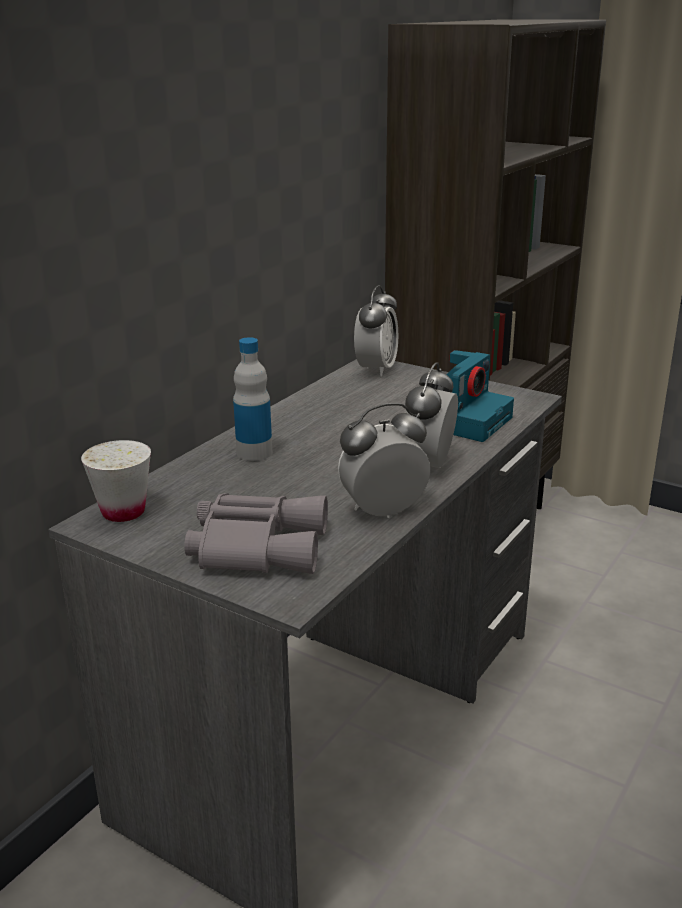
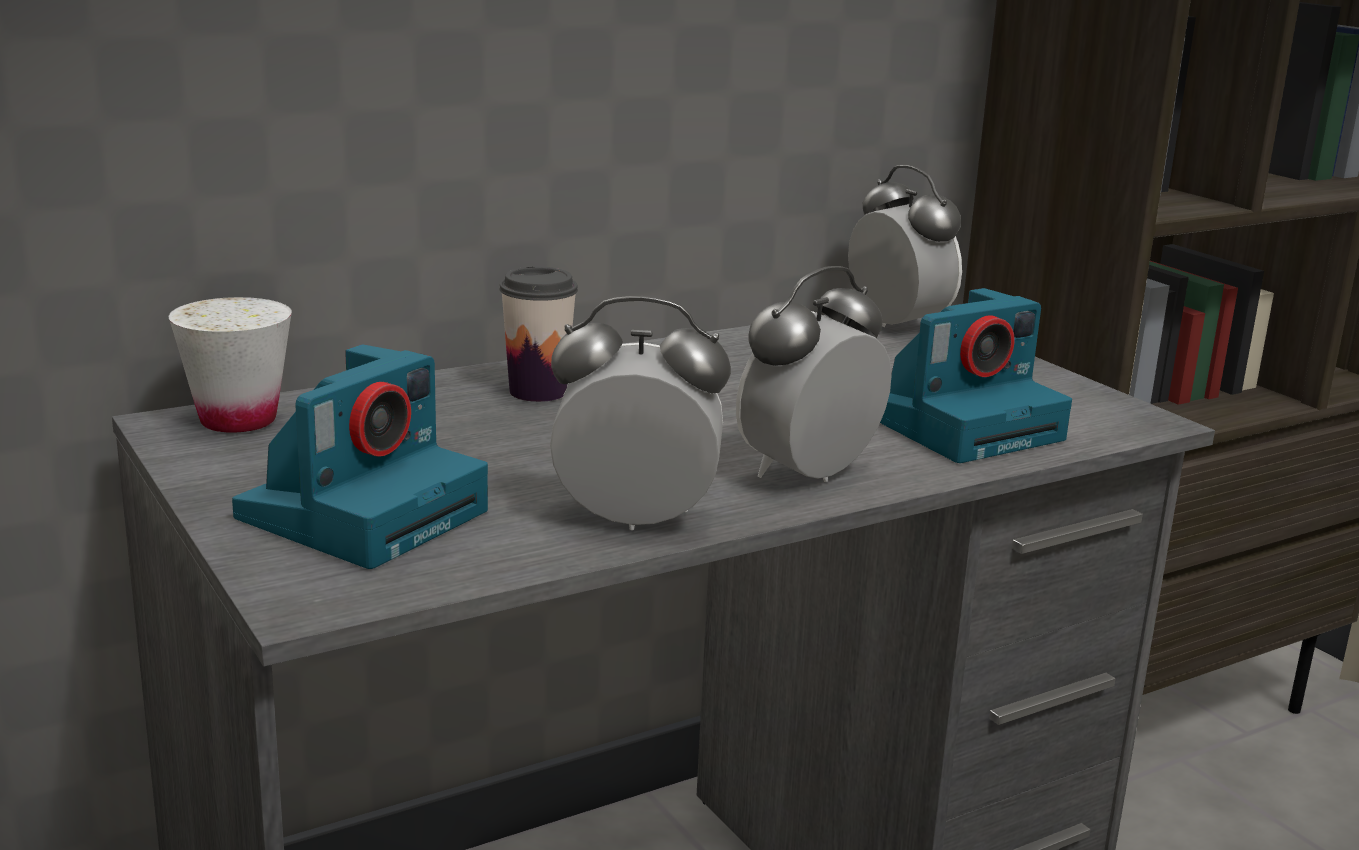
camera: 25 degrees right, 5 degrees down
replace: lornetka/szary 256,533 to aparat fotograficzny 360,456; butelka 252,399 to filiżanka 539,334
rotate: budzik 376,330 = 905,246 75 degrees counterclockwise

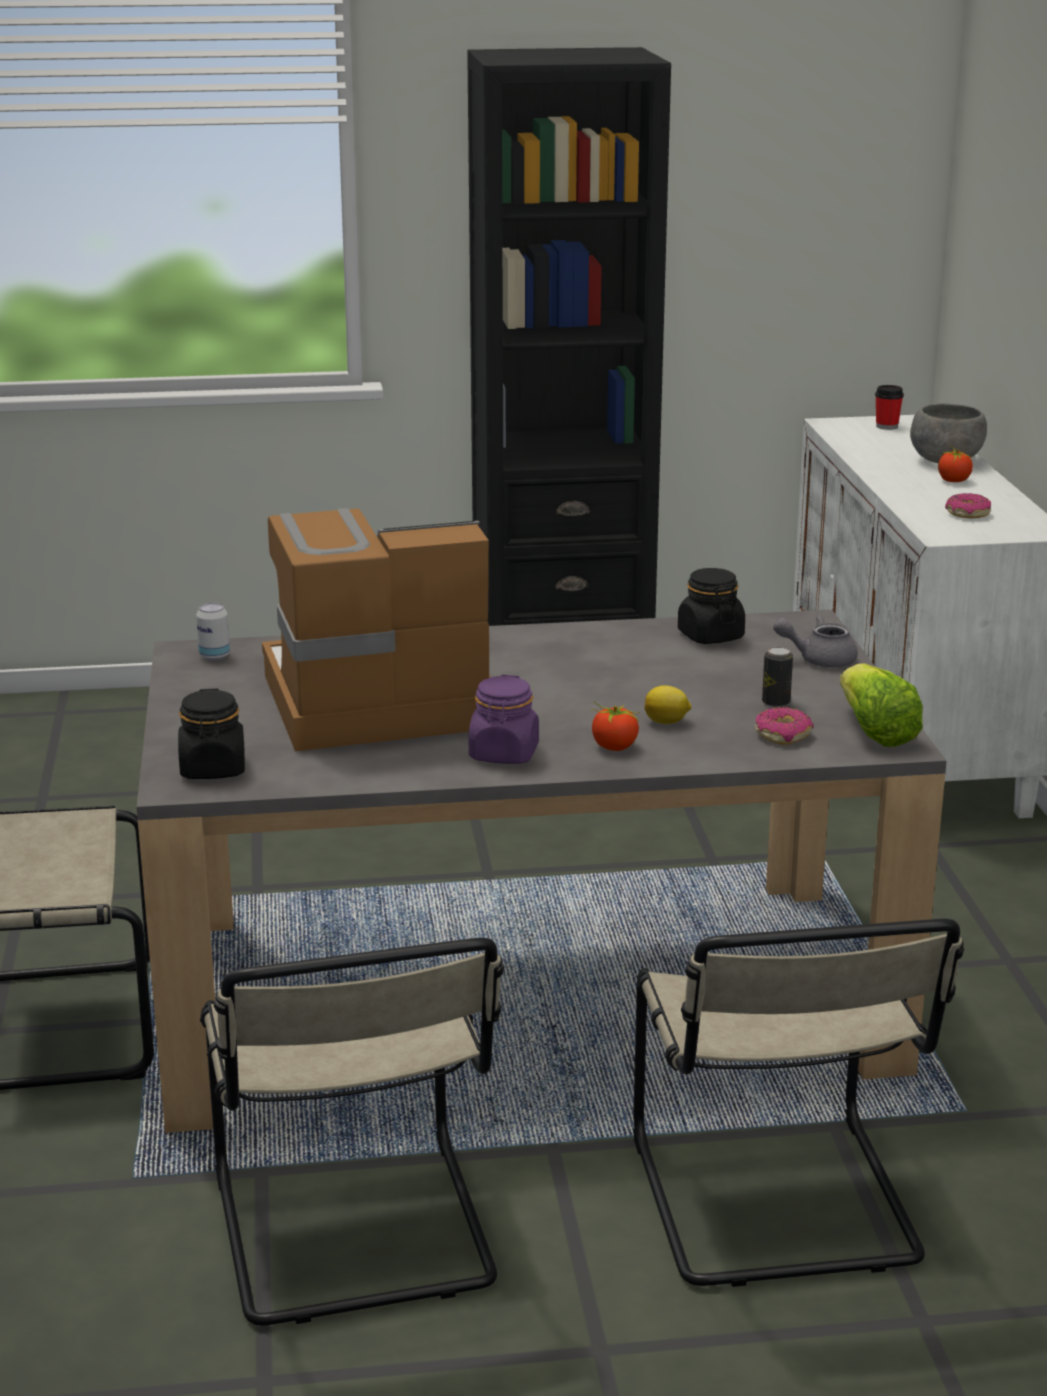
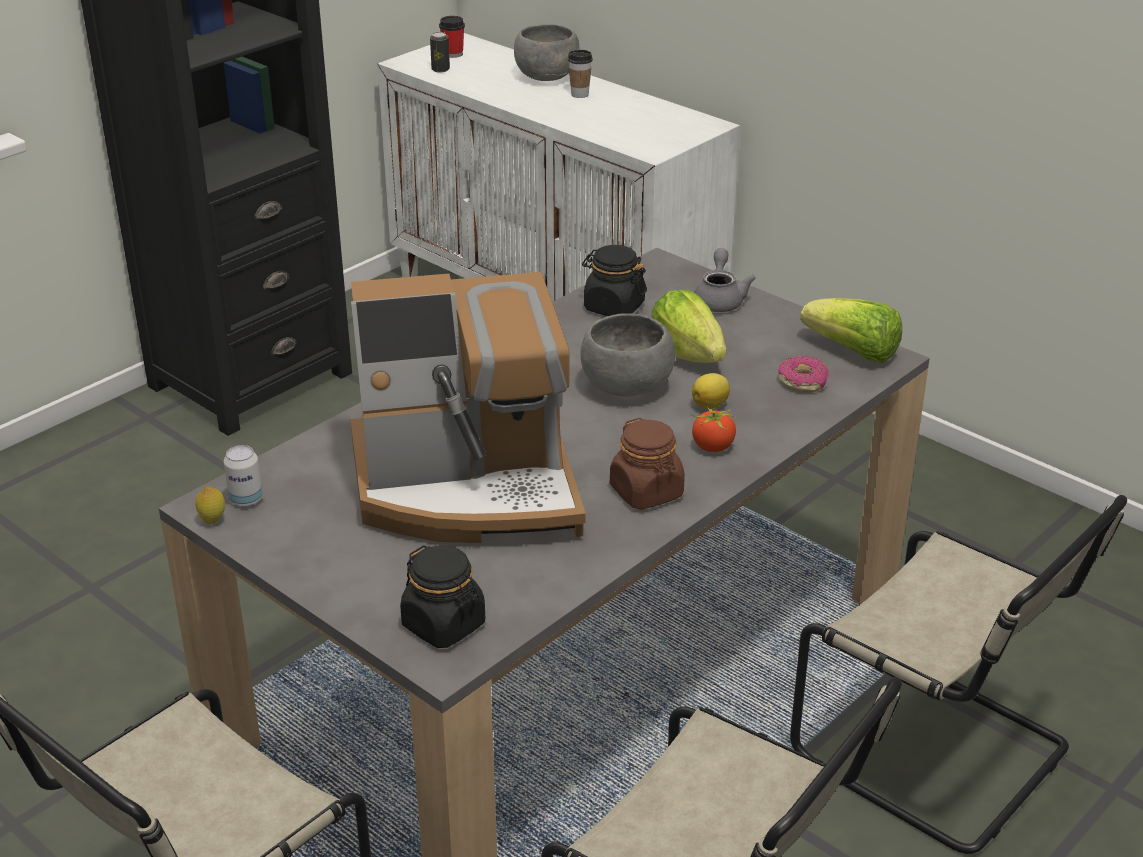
camera: 40 degrees left, 10 degrees up
delete: donut 968,505
insert: cytryna 210,505; miska/szary 628,354; sałata 688,326
move: puszka 777,677 to 440,52
replace: pomidor 955,464 to filiżanka 580,74
recolor: słoik/fioletowy 504,719 to słoik/brązowy 647,464
rotate: ekspres do kawy 376,629 = 467,407 135 degrees counterclockwise; imbryk/szary 815,641 = 725,280 135 degrees clockwise

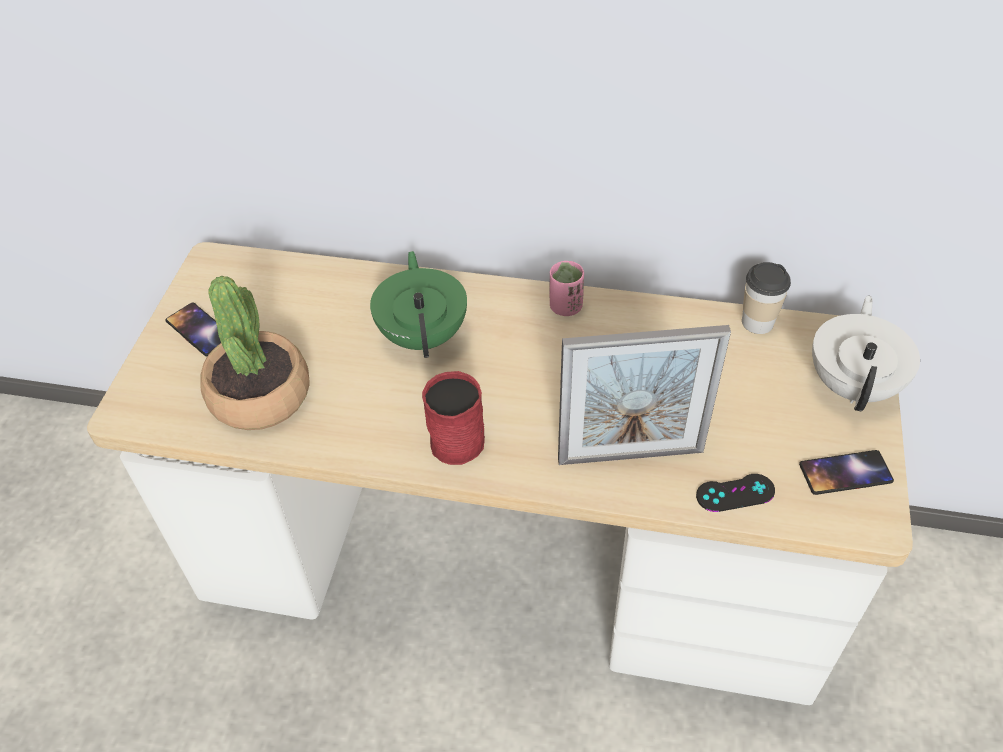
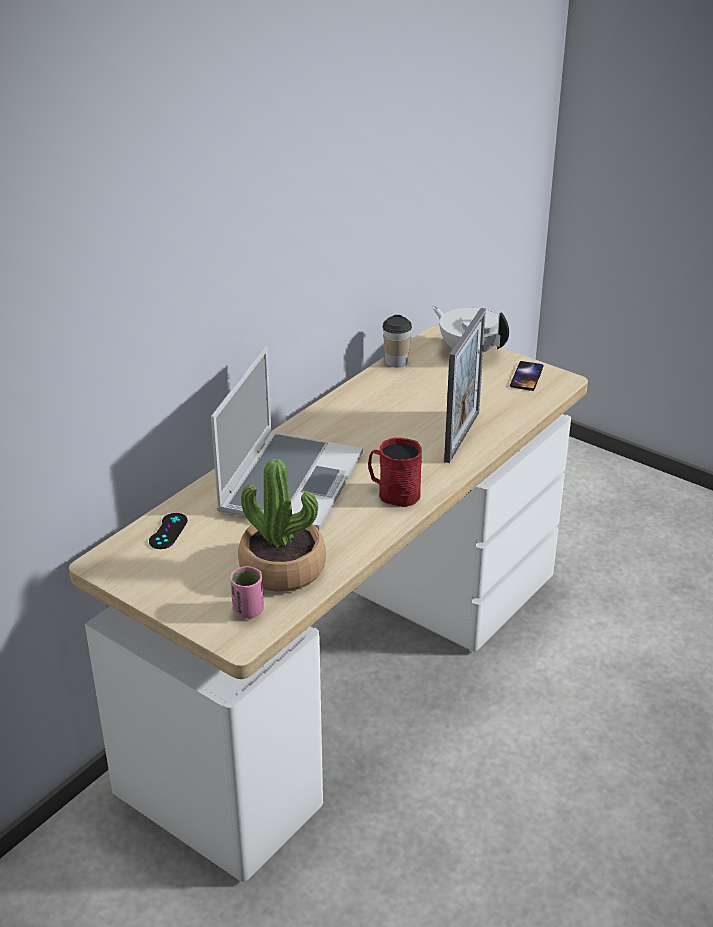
camera: 65 degrees left, 15 degrees down
delete: telefon 193,329
move: pad do gier/czarny 735,493 to 168,531; filiżanka/różowy 566,288 to 247,592
replace: imbryk/zielony 418,304 to laptop 287,438

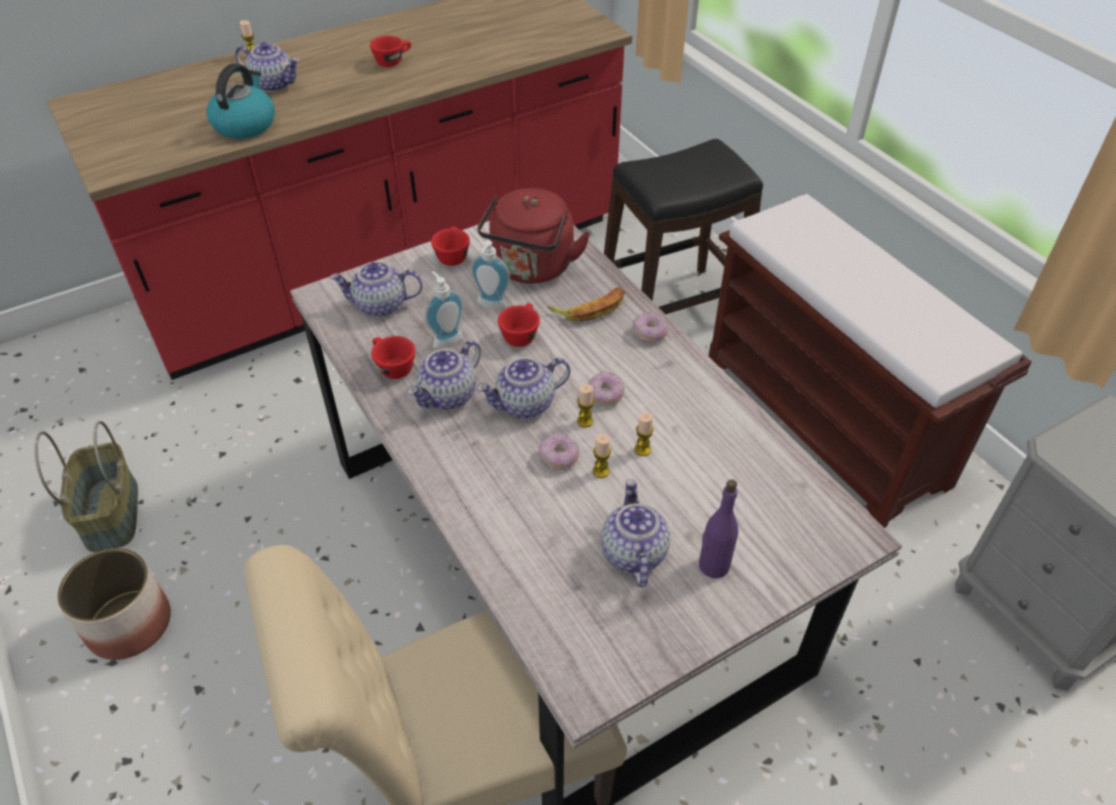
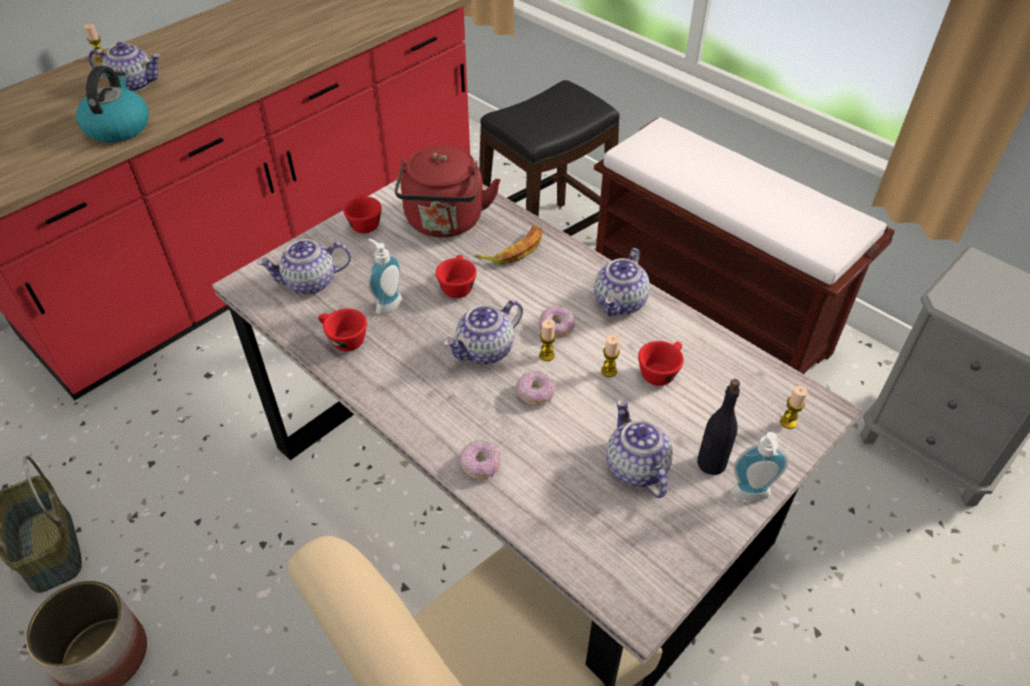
camera: 15 degrees left, 0 degrees up
move: donut 651,327 to 480,460; imbryk 444,374 to 622,282; filiżanka/czerwony 390,51 to 661,363; dozownik mydła 490,274 to 759,466; świeca 602,456 to 794,407
recolor: butelka/fioletowy 718,528 to butelka/czarny 718,427

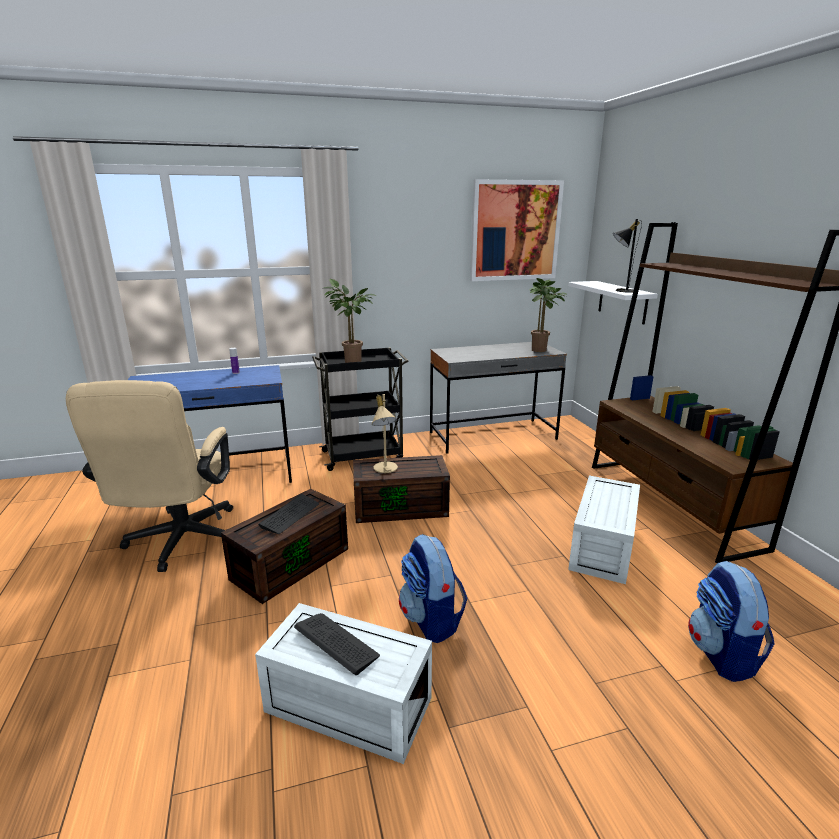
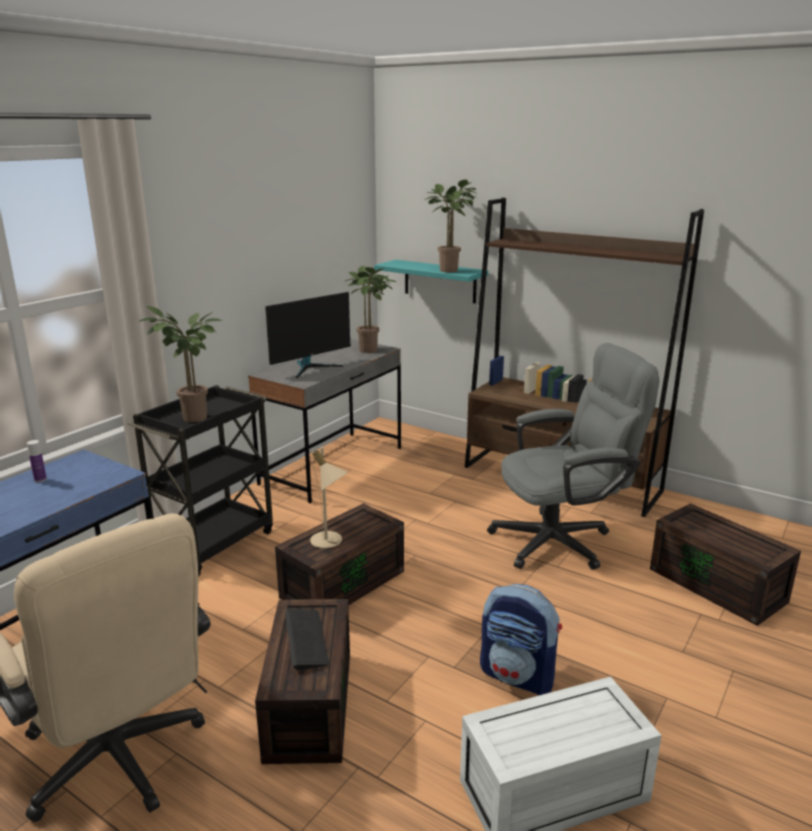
camera: 40 degrees left, 0 degrees up
delete: klawiatura 337,644; obraz 517,230
insert: monitor 308,335
replace: lampa stołowa/czarny 627,256 to roślina doniczkowa 451,226; pojemnik do przechowywania/biały 604,529 to krzesło biurowe/szary 573,456; plecak 731,621 to pojemnik do przechowywania/brązowy 725,564
recolor: półka/biały 613,303 to półka/turkusowy 431,281

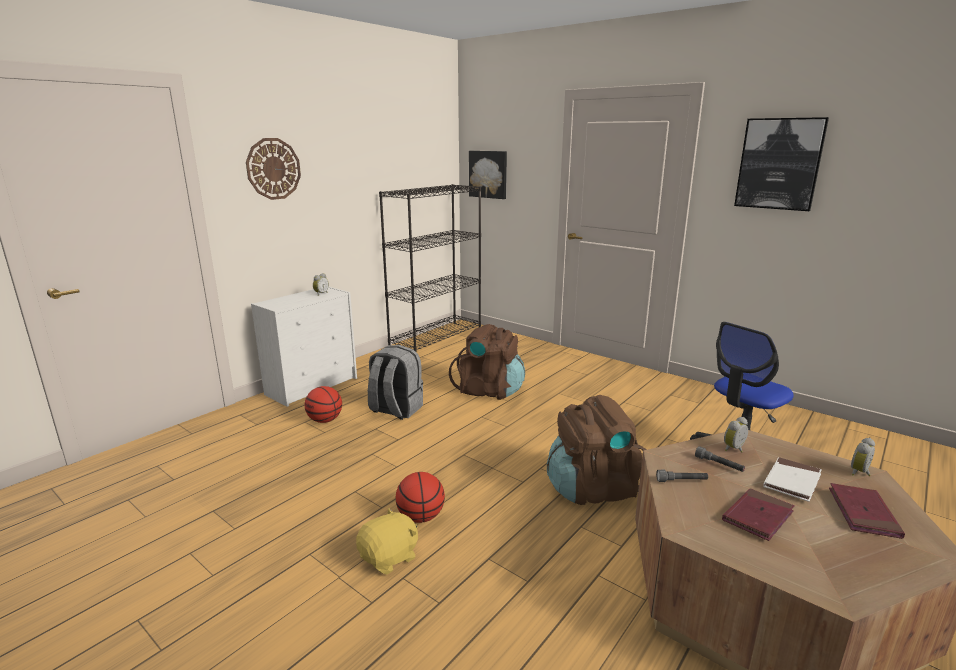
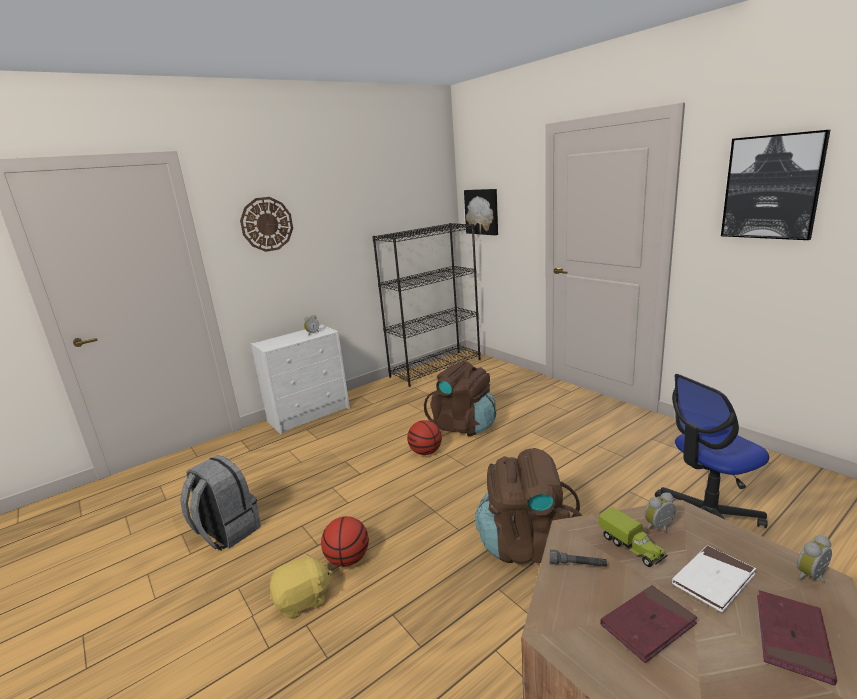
camera: 15 degrees right, 0 degrees up
move: plecak/szary 395,382 to 220,502; piłka do koszykówki 323,404 to 424,437
replace: latarka/szary 720,459 to ciężarówka zabawkowa 633,537

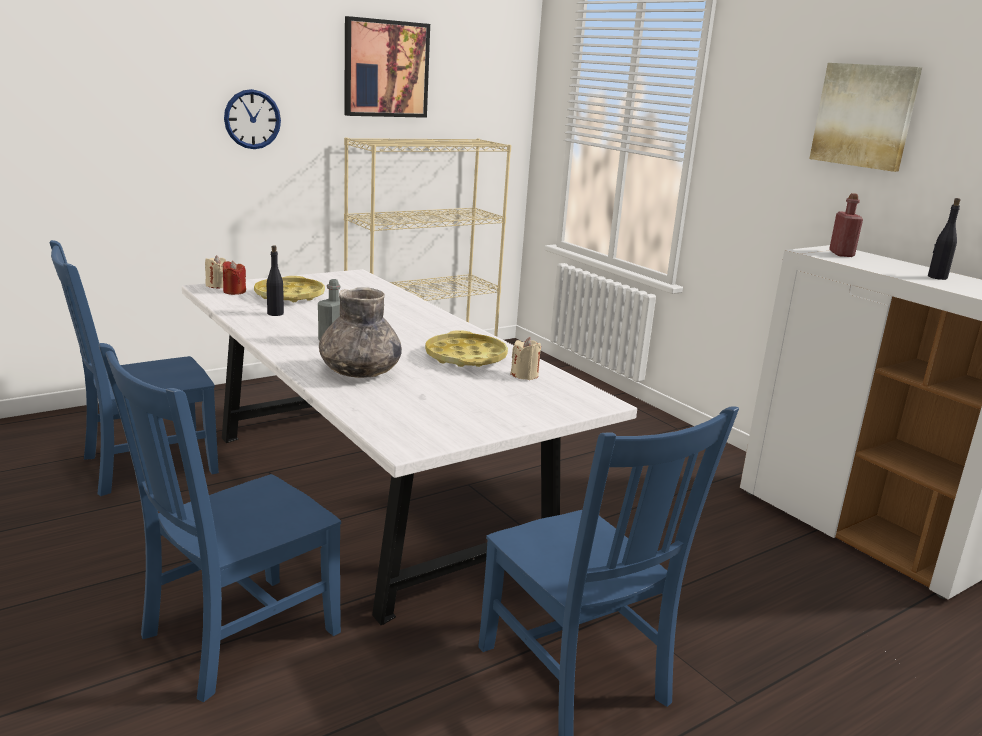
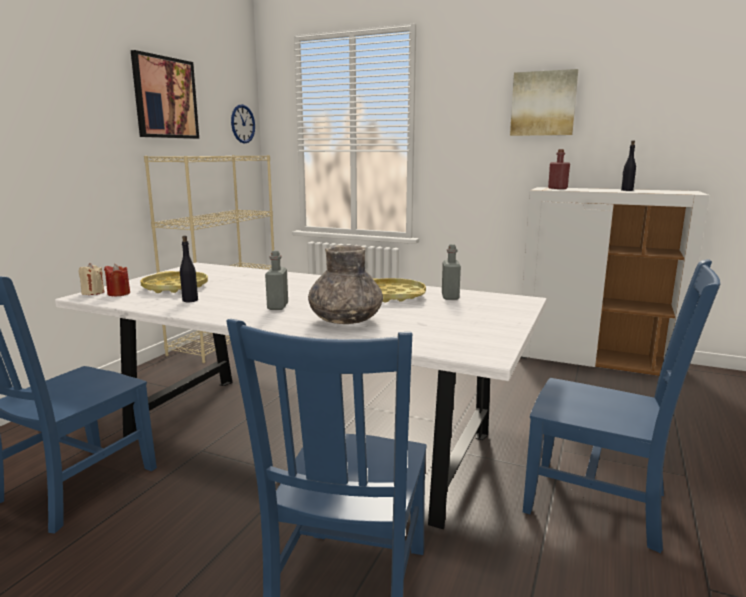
camera: 30 degrees left, 5 degrees down
move: zegar ścienny 252,119 to 243,123
replace: świeca/beżowy 526,358 to butelka/szary 451,272

